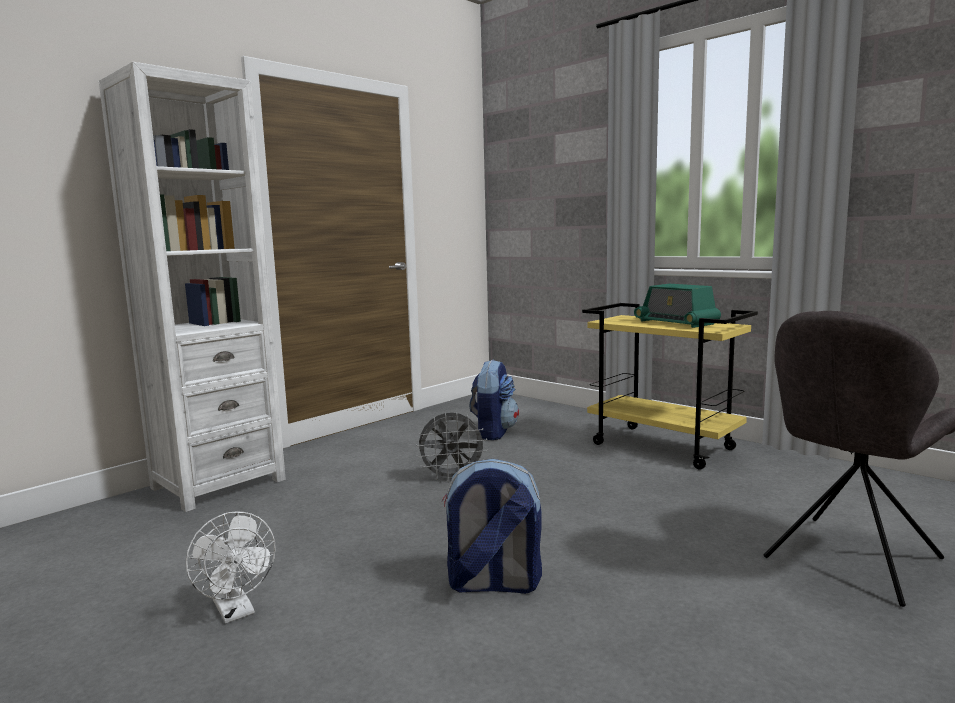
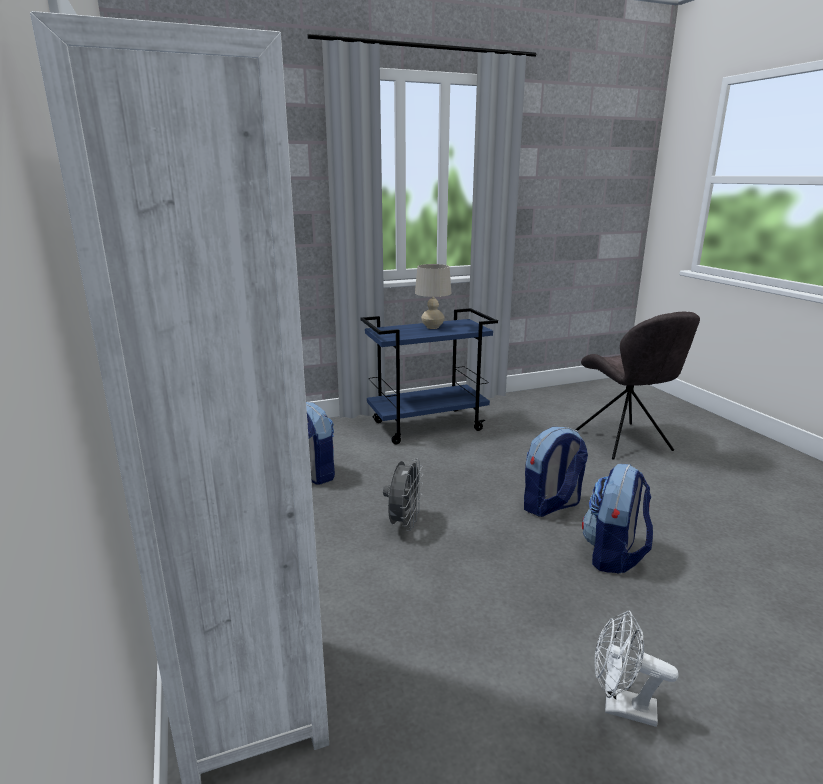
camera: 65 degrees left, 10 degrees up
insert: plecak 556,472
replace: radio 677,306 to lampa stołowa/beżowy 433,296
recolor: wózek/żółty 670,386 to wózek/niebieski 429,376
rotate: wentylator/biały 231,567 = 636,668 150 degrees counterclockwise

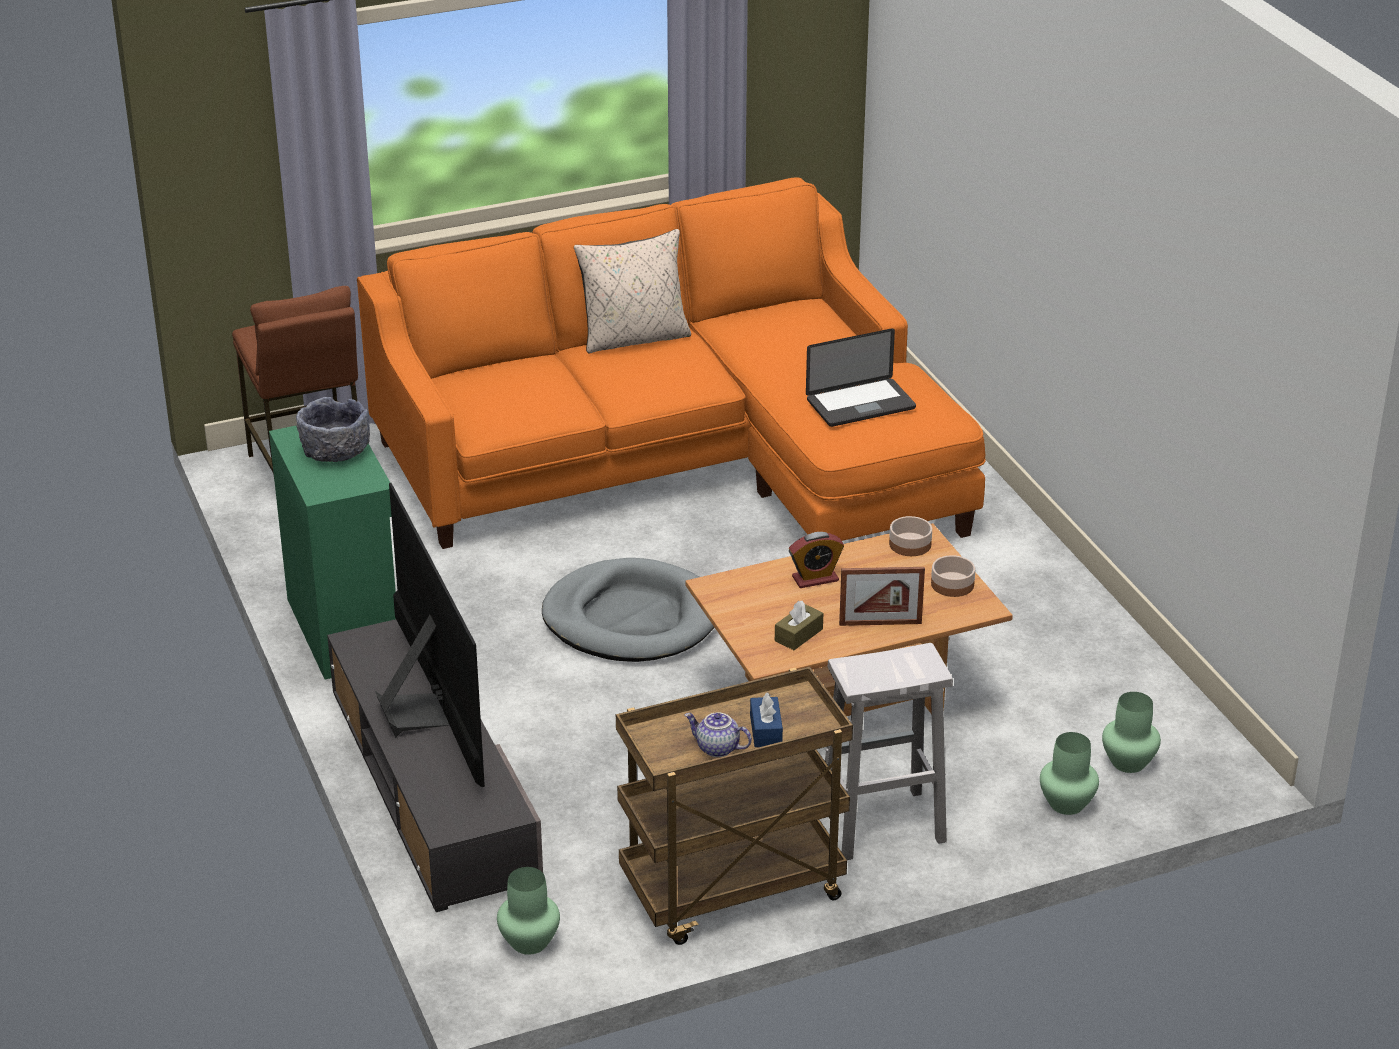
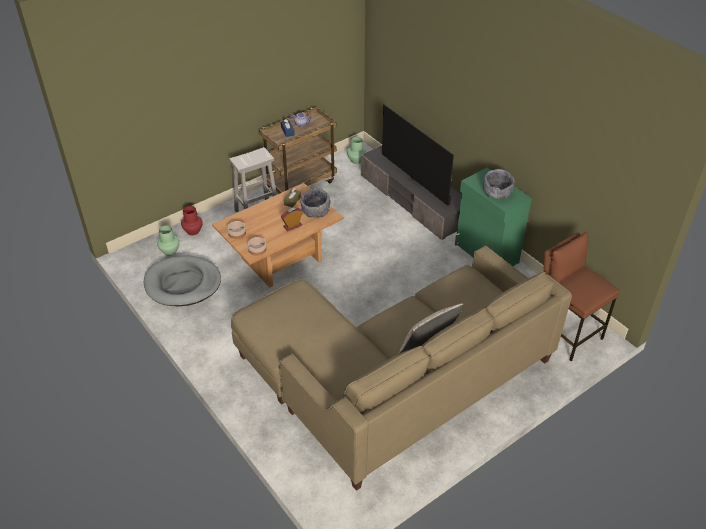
camera: 165 degrees right, 10 degrees up
delete: laptop 861,377; ramka na zdjęcie 882,596
insert: miska/szary 315,203
move: legowisko/szary 628,610 to 182,281
recolor: wazon/zielony 1069,773 to wazon/czerwony 192,220; kanapa/pomarańczowy 671,363 to kanapa/beżowy 401,368

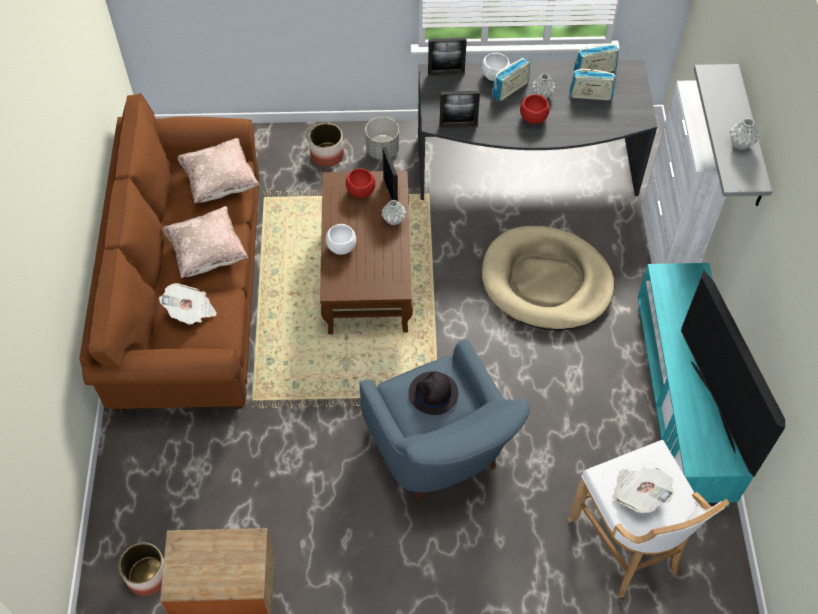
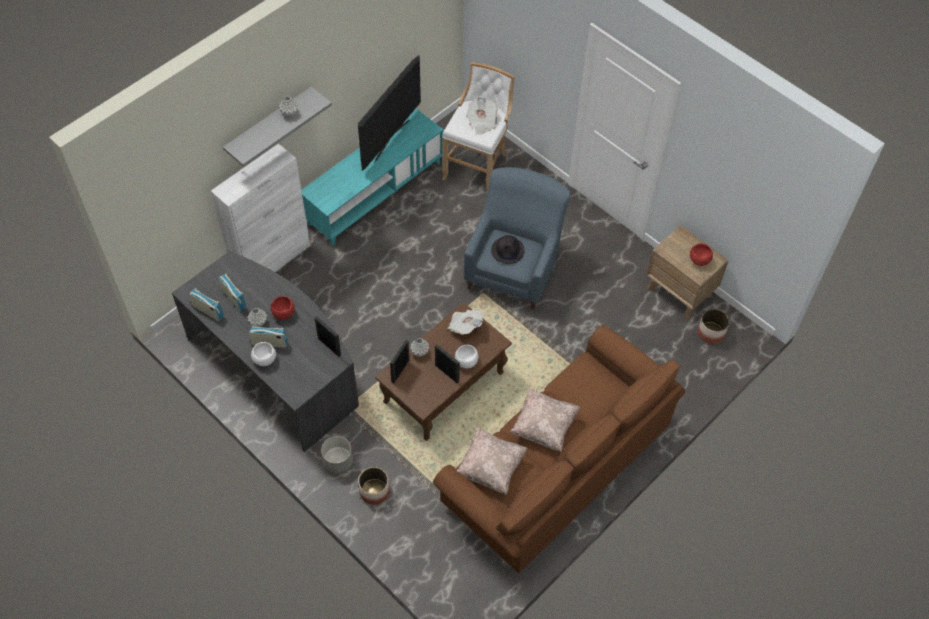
camera: 135 degrees left, 0 degrees up
delete: legowisko/beżowy 548,278
move: ramka na zdjęcie 447,56 to 447,363; gazeta 188,304 to 466,321; miska/czerwony 361,183 to 701,254

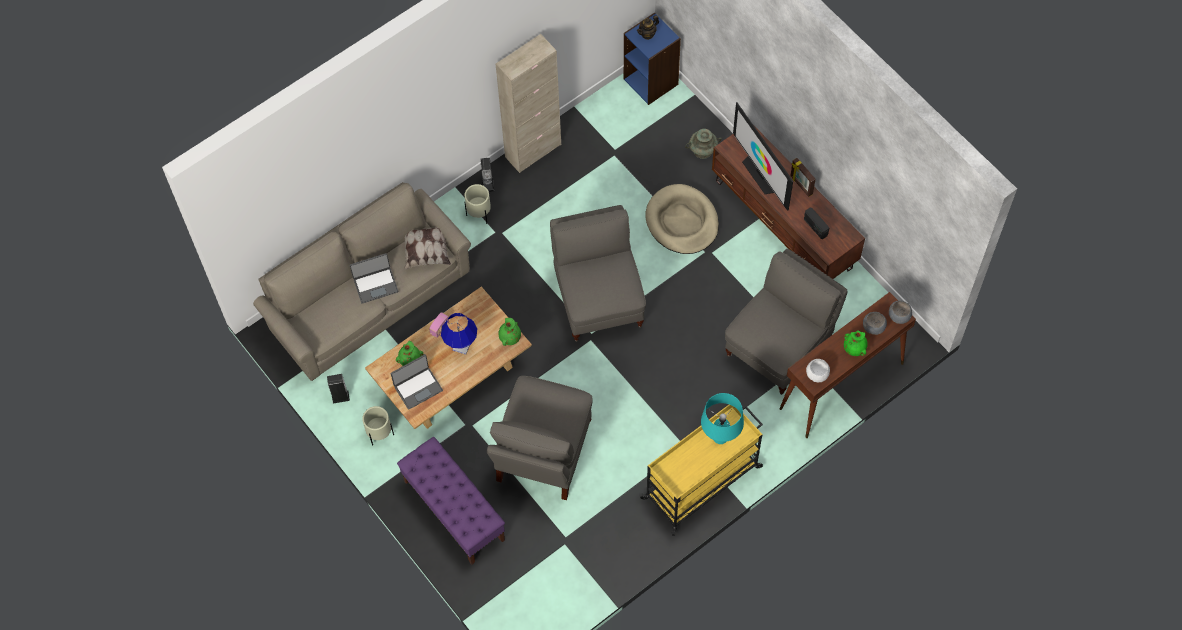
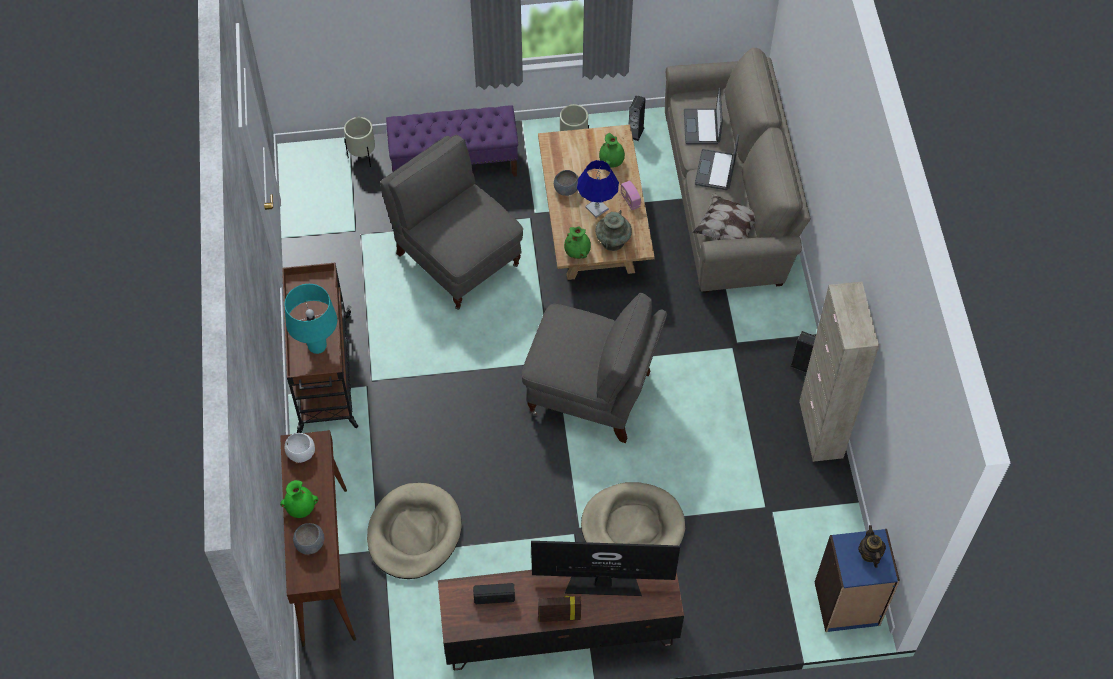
camera: 120 degrees right, 5 degrees down
move: donica/beżowy 477,204 to 359,142; miska/szary 900,312 to 566,183; wazon/turkusowy 703,143 to 613,230; laptop 417,382 to 703,116
replace: fotel/szary 786,322 to legowisko/beżowy 414,531
recolor: wózek/żółty 701,470 to wózek/brązowy 320,348

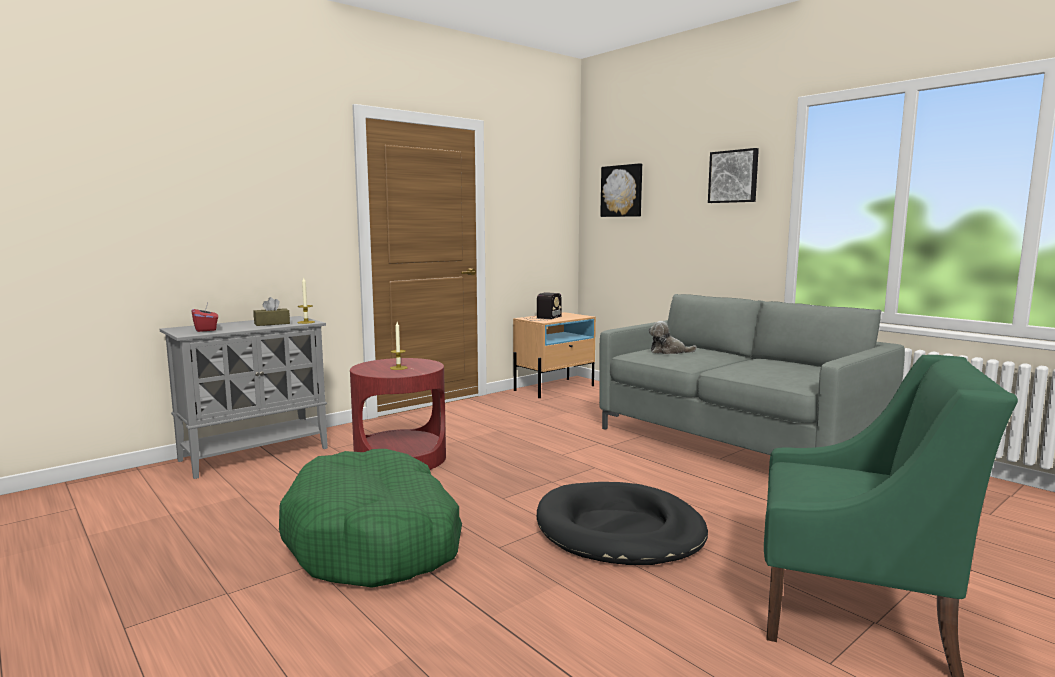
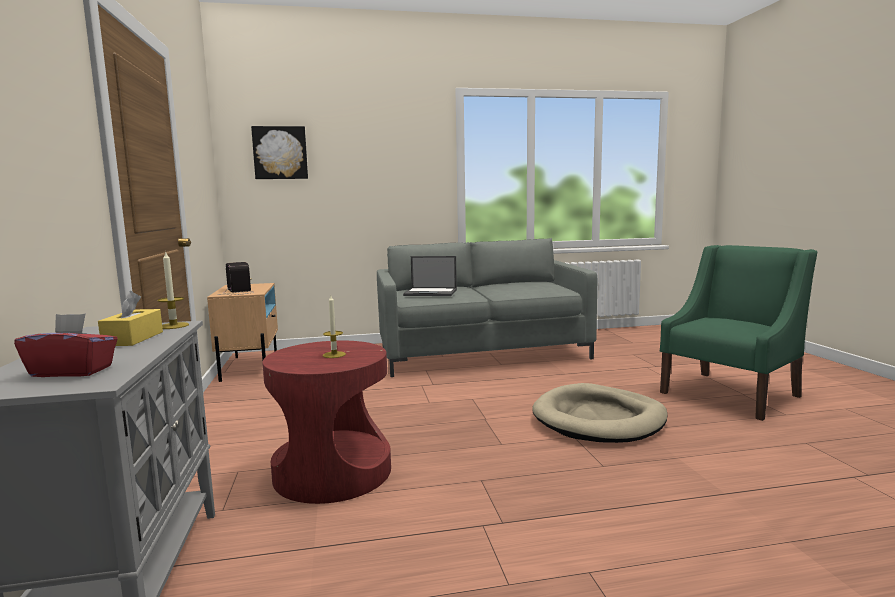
camera: 60 degrees left, 0 degrees up
delete: legowisko/zielony 370,518; obraz 733,175
replace: pluszak 673,337 to laptop 430,276
recolor: pudełko chusteczek/brązowy 271,311 to pudełko chusteczek/żółty 130,318; legowisko/czarny 622,523 to legowisko/beżowy 600,413

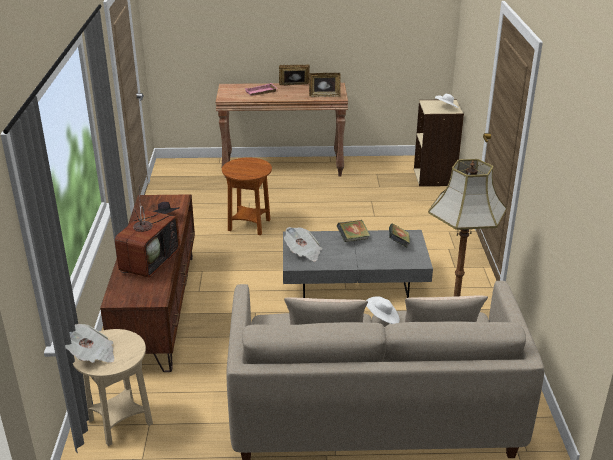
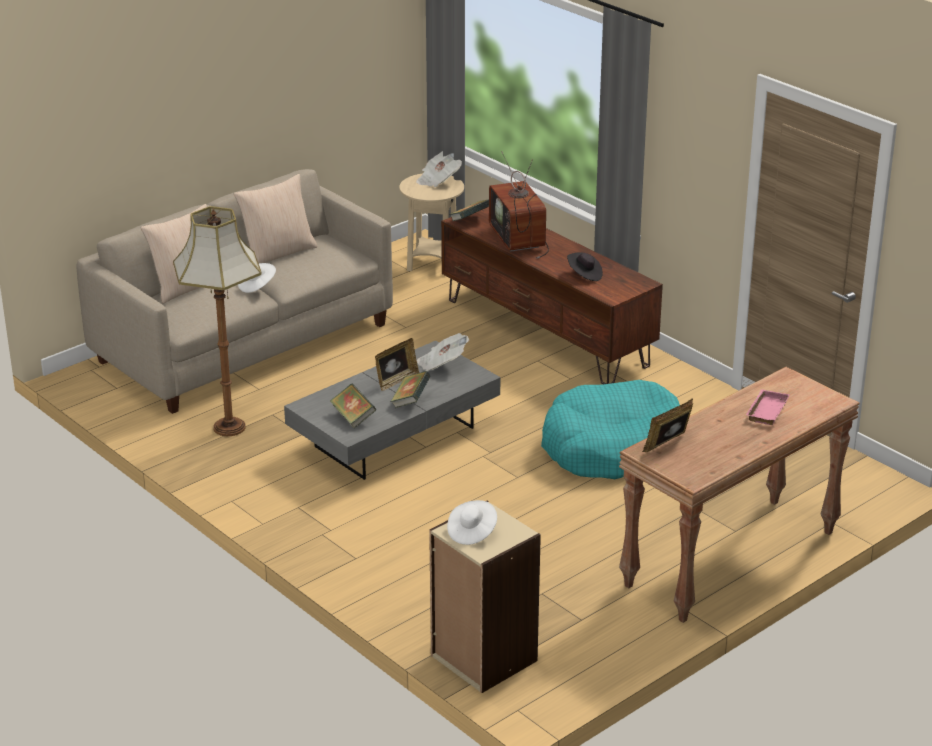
camera: 140 degrees right, 0 degrees up
insert: książka 469,210
move: ramka na zdjęcie 294,74 to 397,364
replace: stolik/brązowy 247,196 to legowisko/turkusowy 610,429

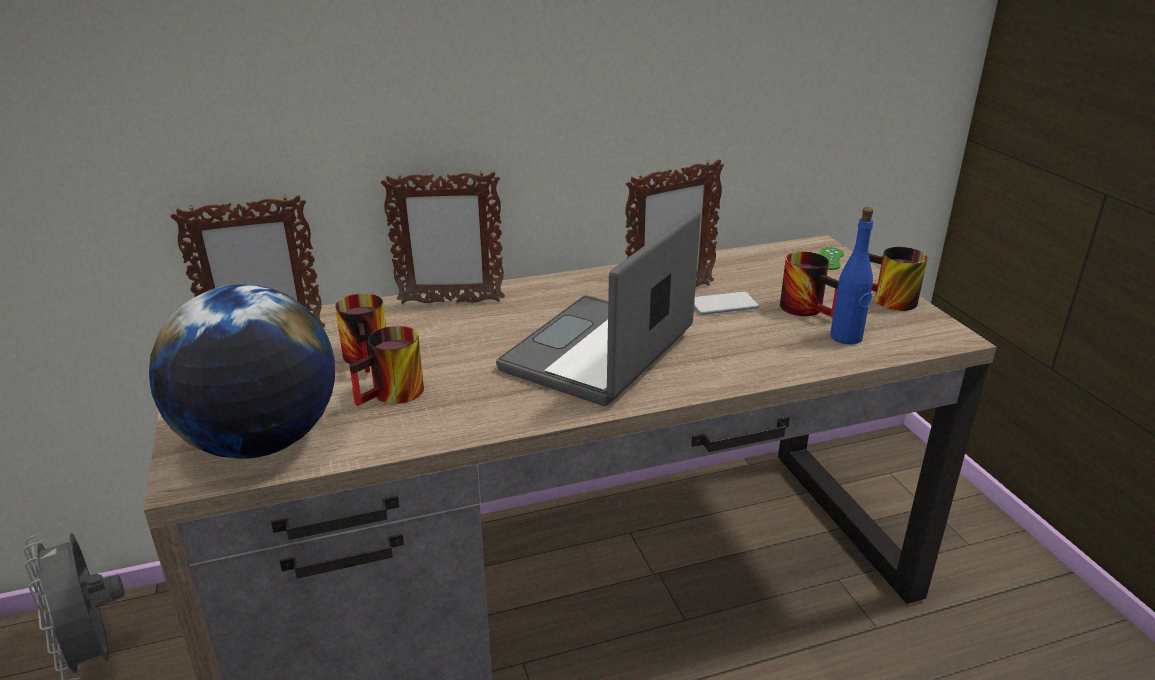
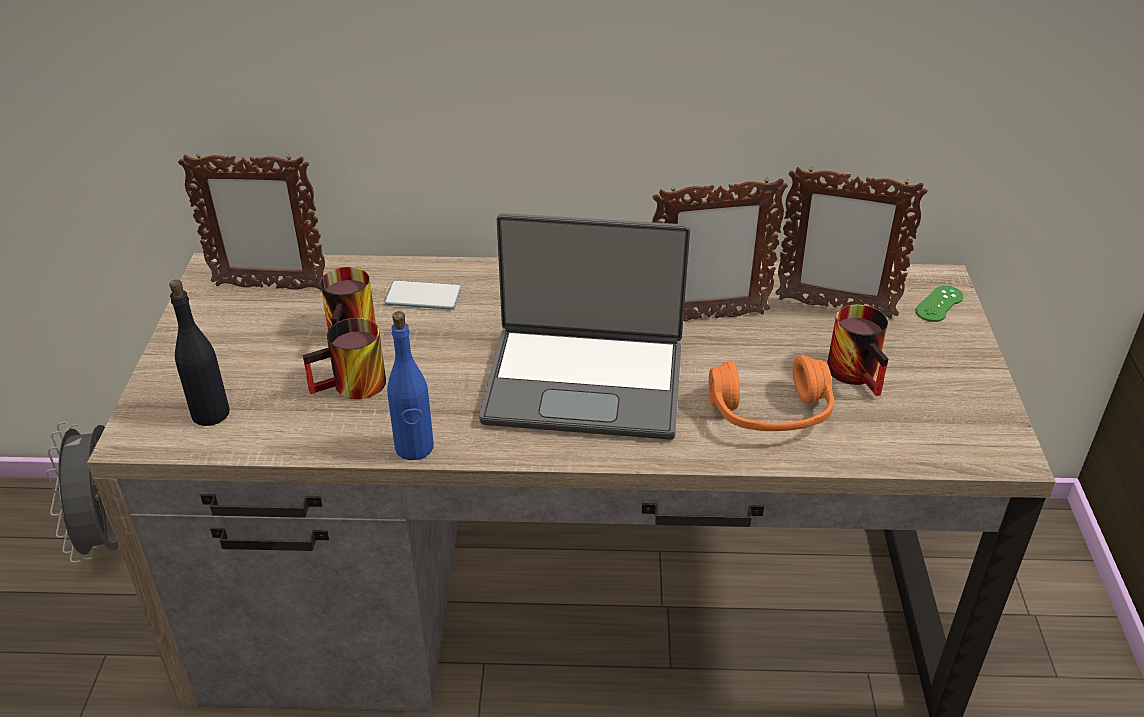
camera: 20 degrees right, 10 degrees up
delete: kubek 898,279
insert: słuchawki/pomarańczowy 771,393
move: telefon 726,303 to 422,295; butelka/niebieski 851,275 to 410,385; ramka na zdjęcie 443,237 to 851,243
replace: globus 242,371 to butelka/czarny 199,352
rotate: laptop 598,308 = 584,326 135 degrees counterclockwise

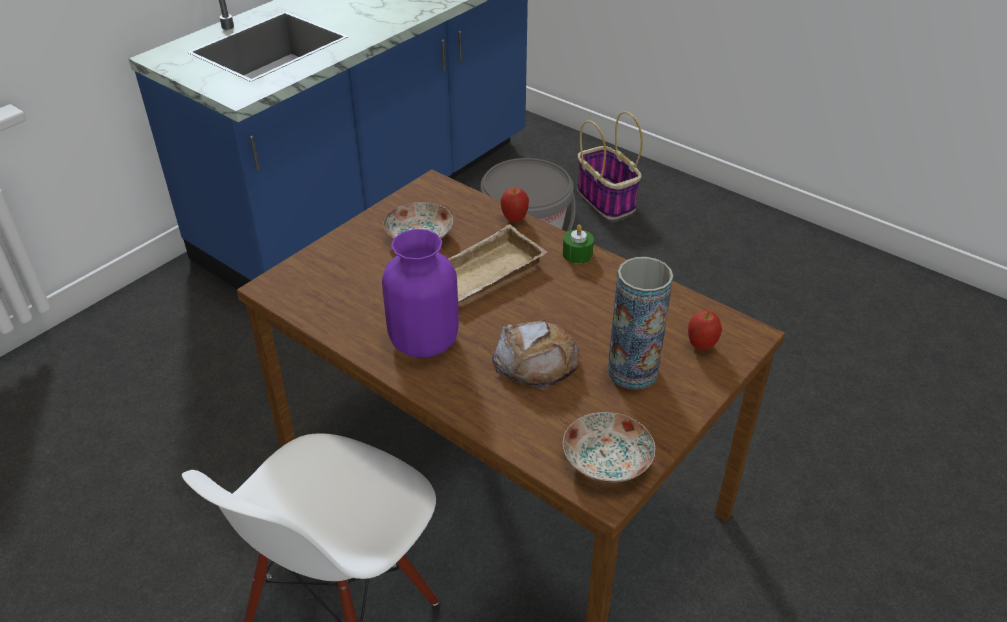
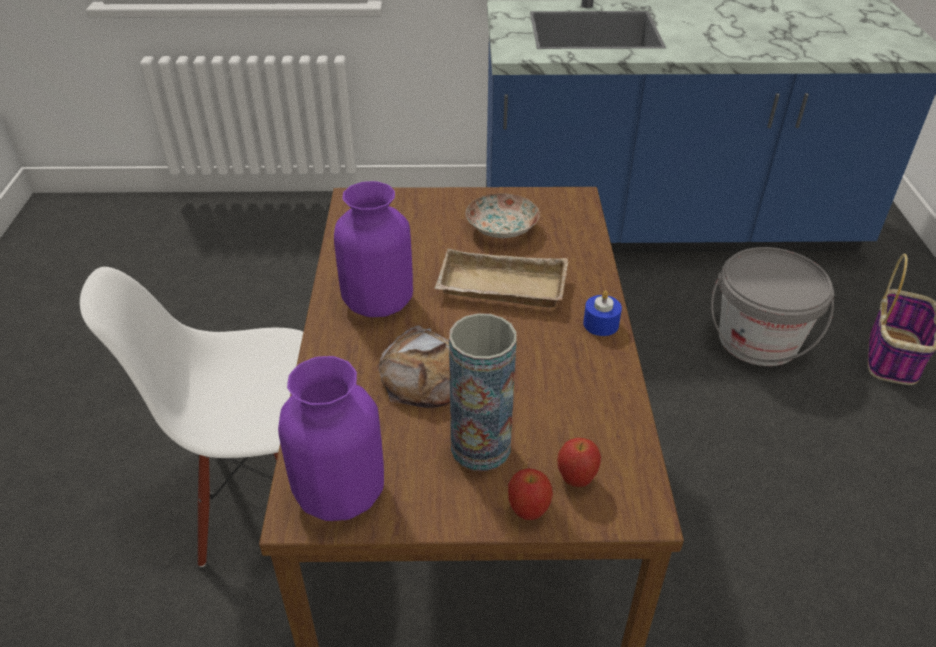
camera: 50 degrees right, 0 degrees up
move: jabłko 514,205 to 530,494
replace: talerz 609,447 to wazon/fioletowy 331,438
recolor: świeca/zielony 578,244 to świeca/niebieski 602,313

